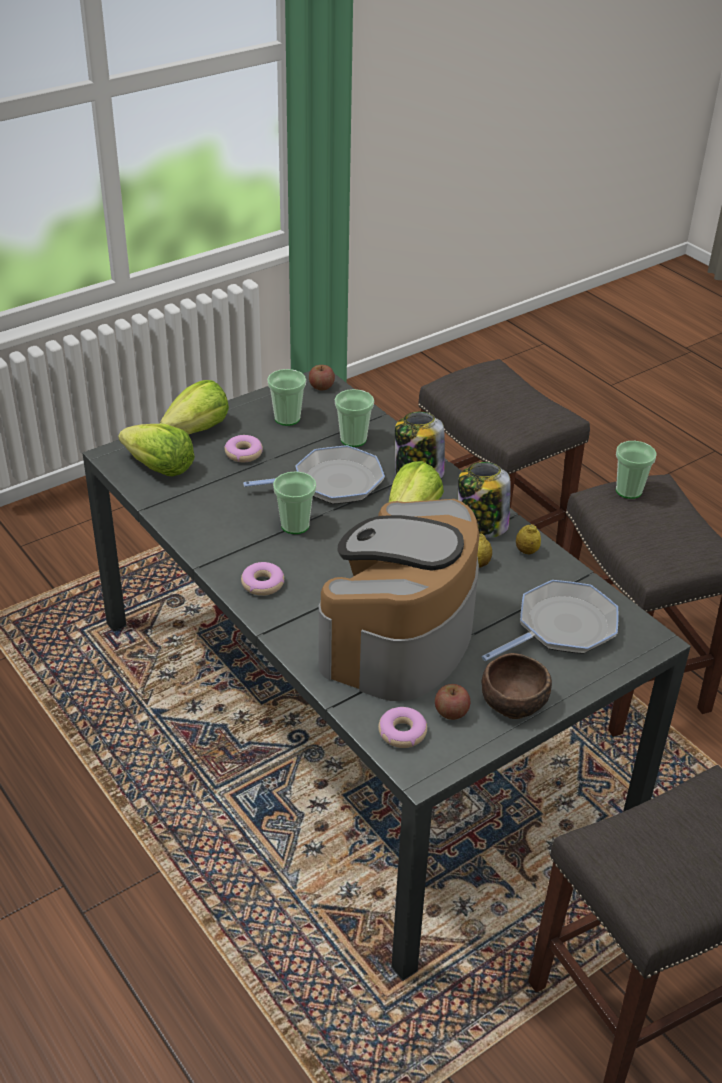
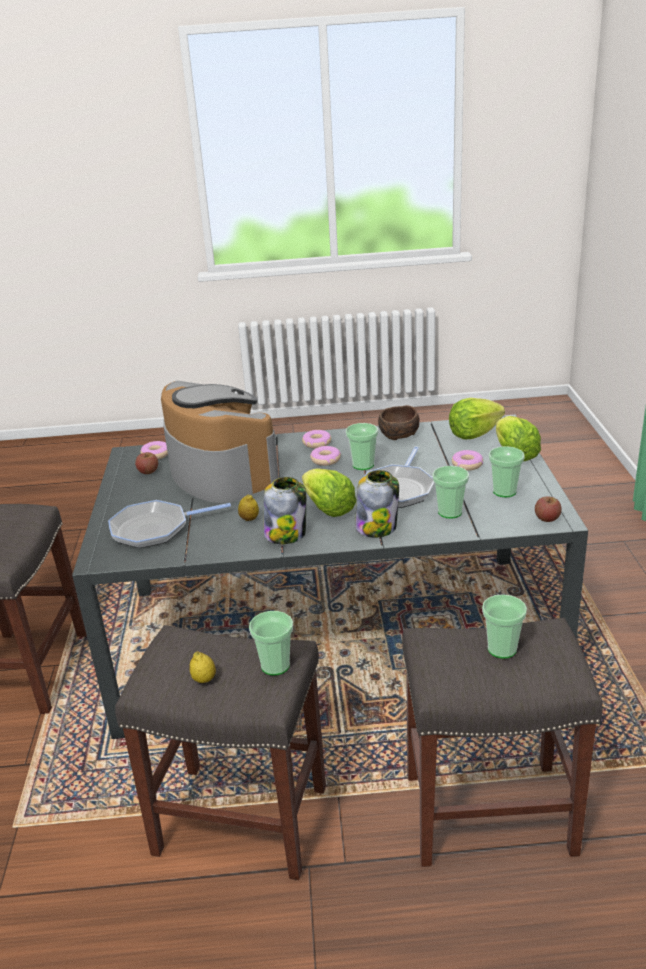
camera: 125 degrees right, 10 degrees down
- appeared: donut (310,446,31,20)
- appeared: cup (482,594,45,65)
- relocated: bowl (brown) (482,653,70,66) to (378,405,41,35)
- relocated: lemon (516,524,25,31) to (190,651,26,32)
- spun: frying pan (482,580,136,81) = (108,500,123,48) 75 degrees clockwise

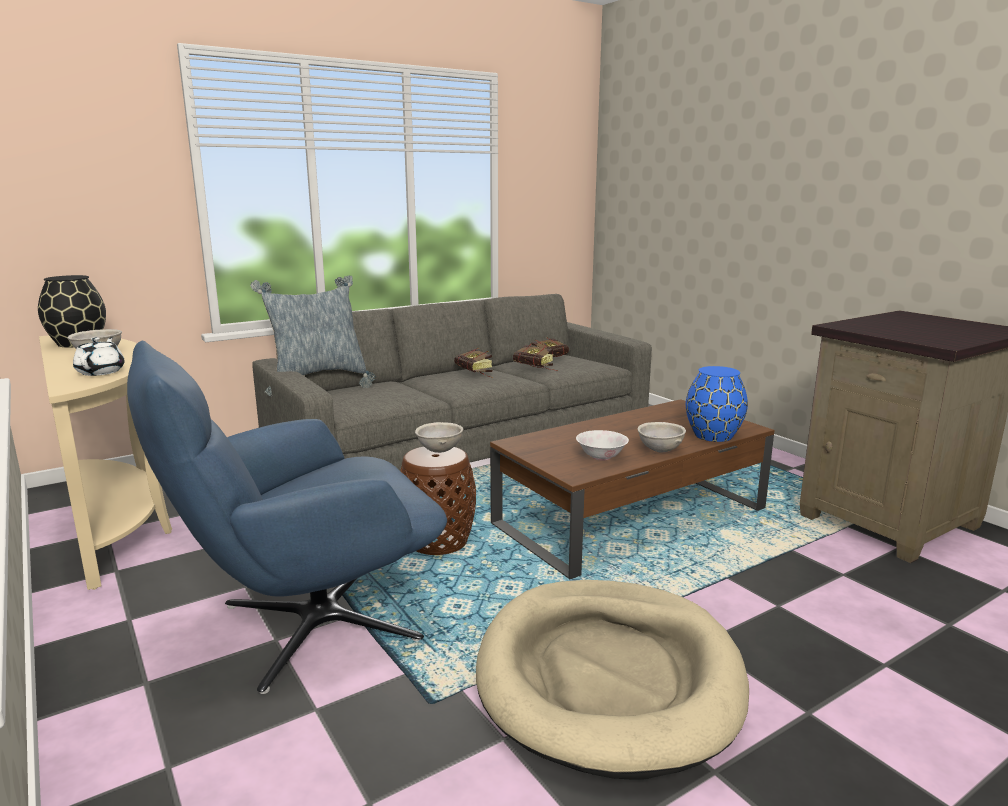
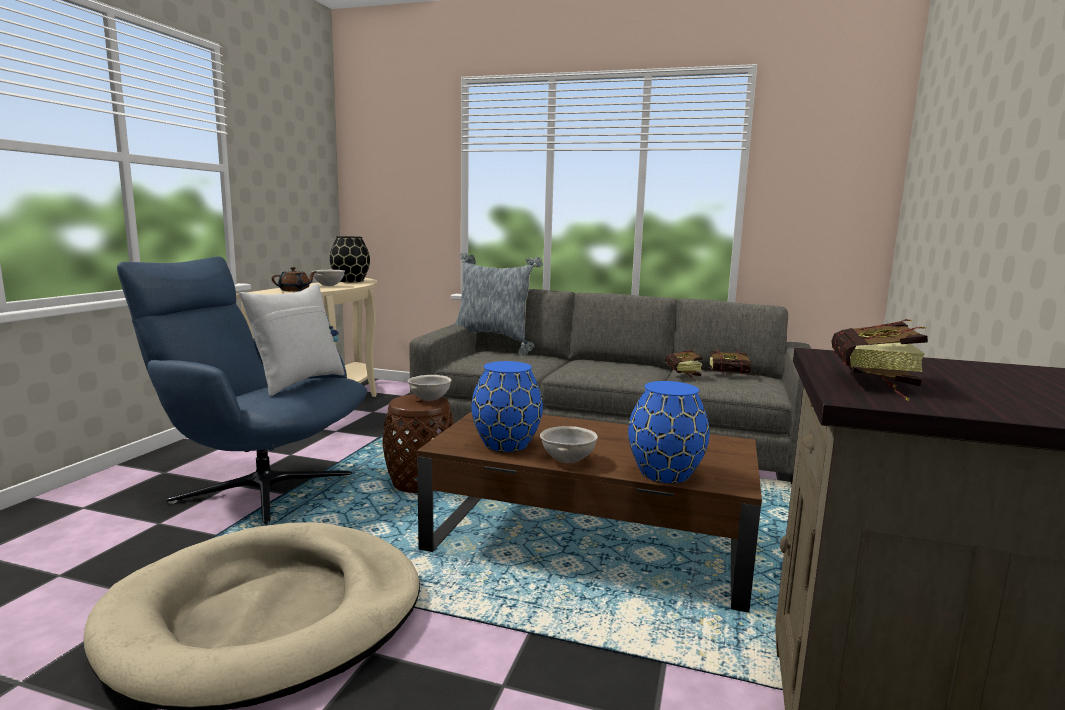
camera: 50 degrees right, 5 degrees down
- appeared: pillow (grey) (239,284,106,112)
- relocated: book (454,348,38,30) to (832,319,96,82)
- exchanged: bowl (white) (576,430,53,31) to vase (blue) (471,361,72,91)
- colour: teapot (white) (73,337,52,39) to teapot (brown) (271,267,46,24)

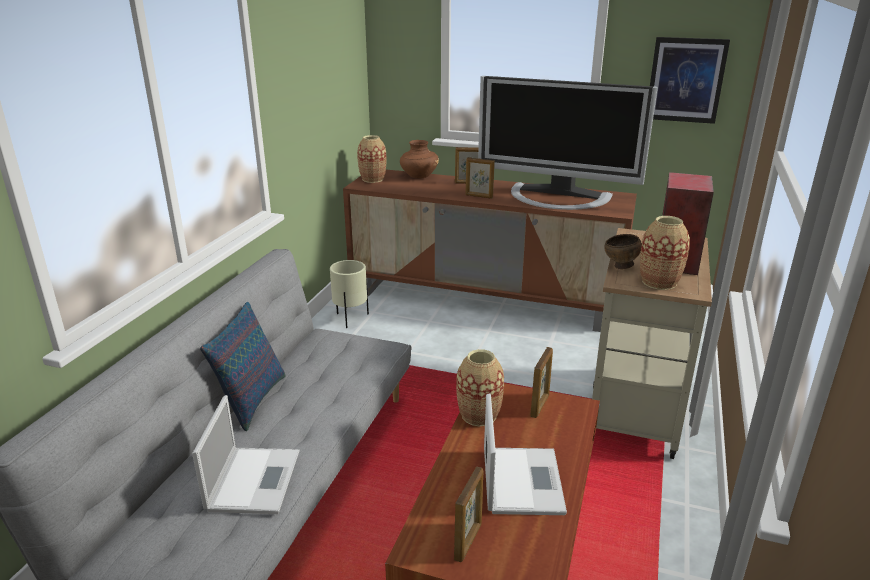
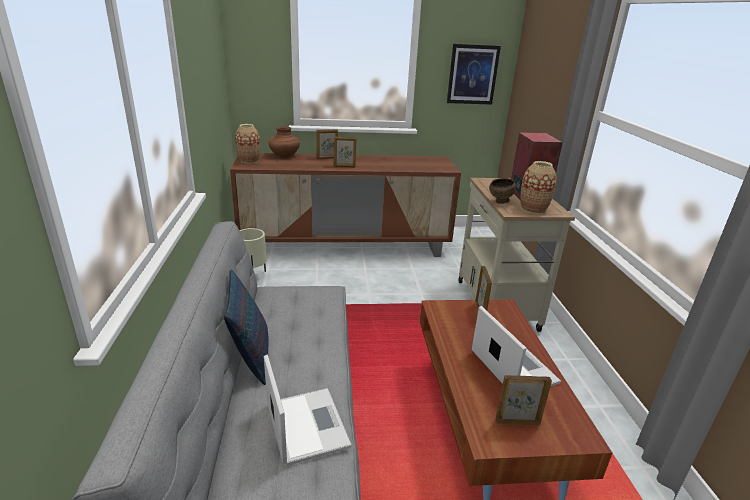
camera: 25 degrees left, 0 degrees up
- missing: vase (456,349,48,77)
- missing: television (478,76,180,134)
- spun: picture frame (454,467,29,95) = (495,375,57,51) 90 degrees counterclockwise

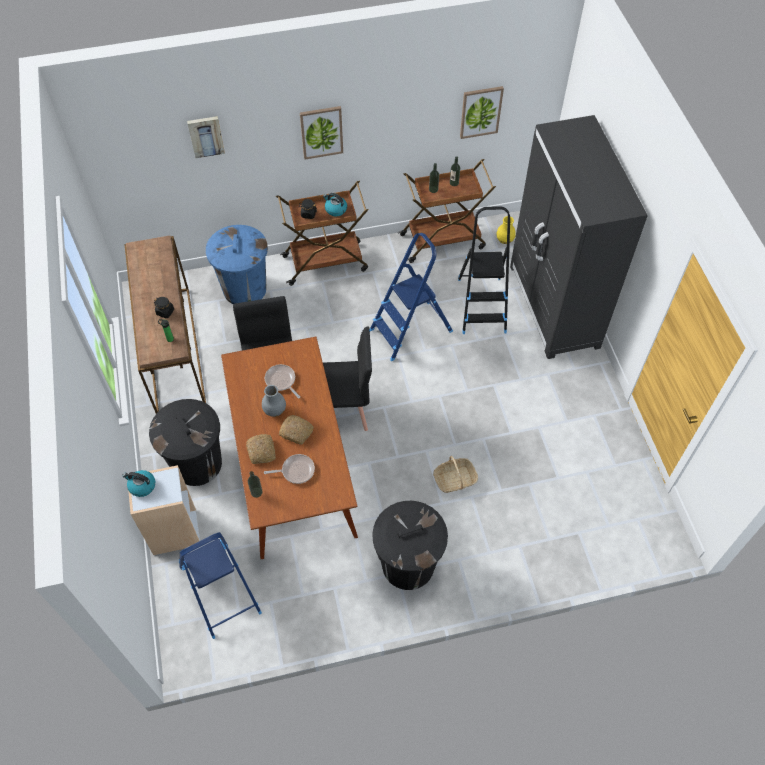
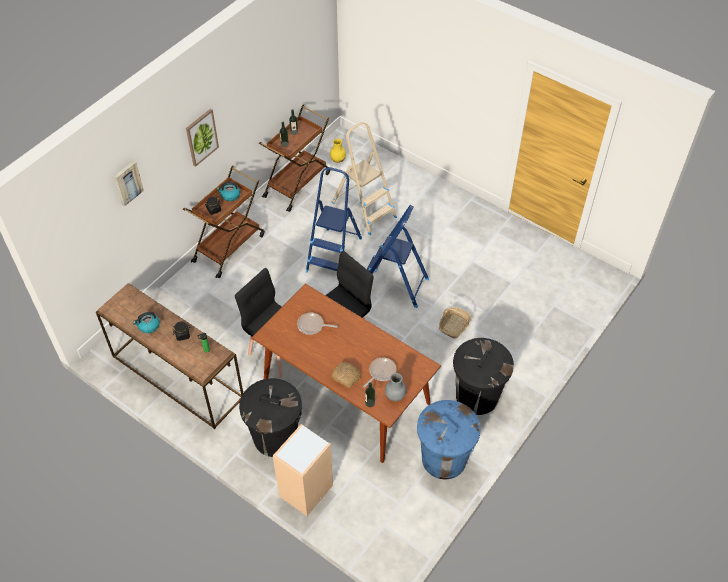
camera: 40 degrees left, 5 degrees down
- missing: bread (279,415,34,30)
- missing: picture (460,86,44,53)
- missing: cabinet (black) (510,115,138,244)
- relocated: kettle (122,470,33,27) to (133,312,27,21)
- relocated: step ladder (blue) (178,532,84,107) to (367,205,62,103)
- relocated: trash can (blue) (206,225,62,79) to (417,400,64,79)
- relocated: vase (grey) (262,385,24,32) to (385,373,21,28)
- colour: step ladder (black) (458,206,52,128) to step ladder (beige) (332,122,65,113)

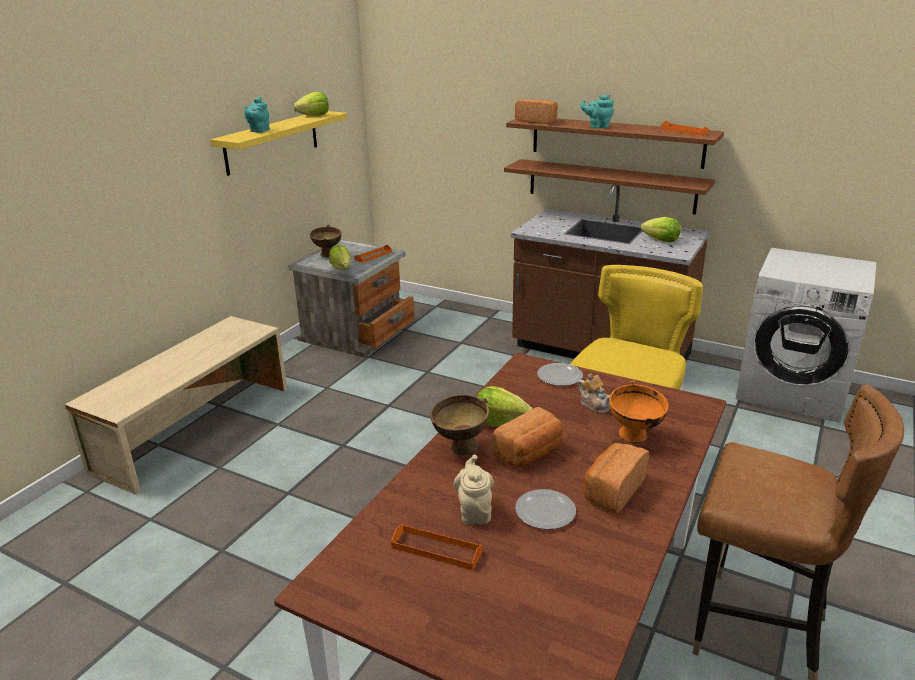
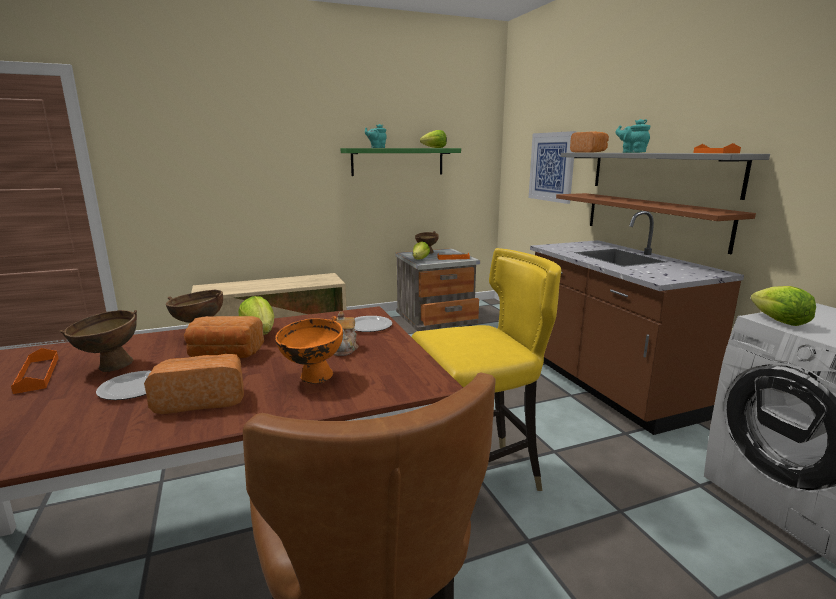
camera: 40 degrees right, 10 degrees down
- appeared: picture (529,131,48,73)
- relocated: lettuce (640,217,41,25) to (751,286,65,40)
- exchanged: teapot (beige) (453,455,41,70) to bowl (brown) (60,310,77,62)
- colour: shelf (yellow) (210,111,137,65) to shelf (green) (341,148,120,28)
- colour: shelf (brown) (506,118,218,51) to shelf (grey) (561,153,209,47)

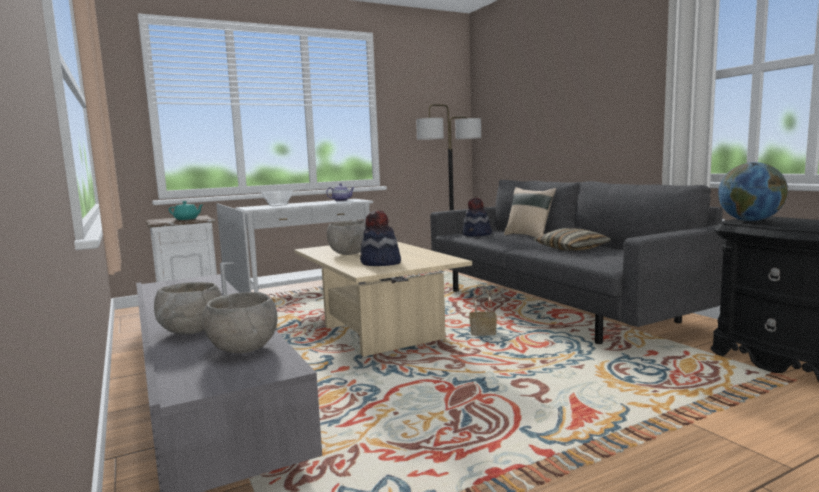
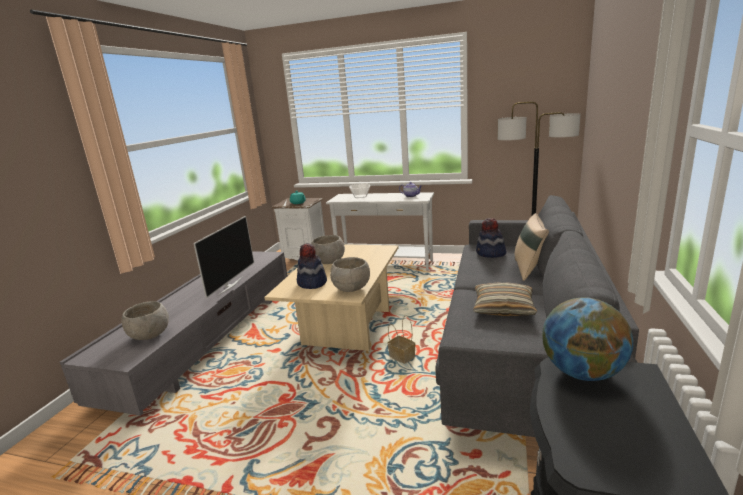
camera: 45 degrees right, 10 degrees up
- relocated: bowl (grey) (154,282,67,53) to (330,257,40,35)

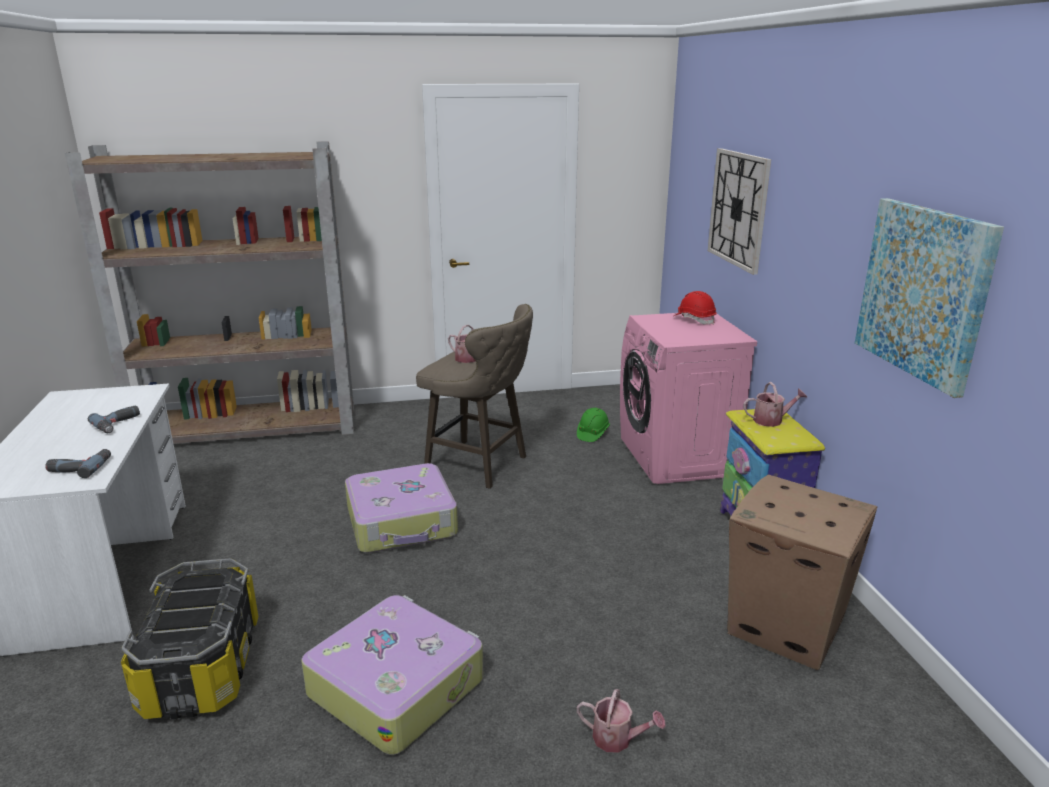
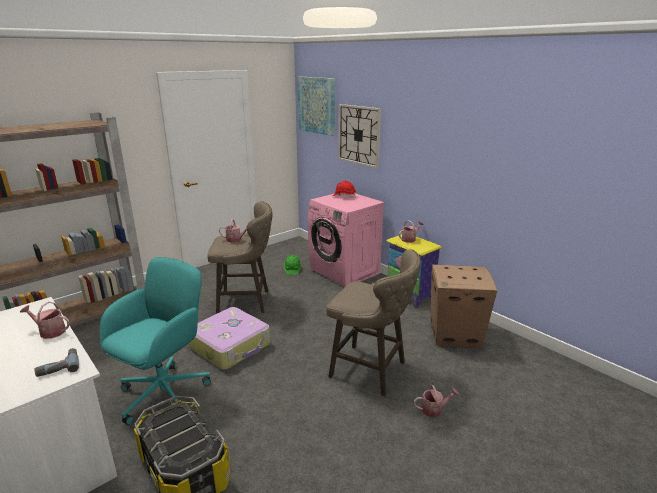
camera: 30 degrees left, 0 degrees up
- missing: suitcase (301,595,182,160)
- appeared: office chair (turquoise) (99,257,112,168)
- appeared: stool (beige) (326,250,95,146)
- relocated: picture (855,198,149,200) to (298,77,37,59)
- exchanged: power drill (88,405,52,28) to watering can (20,302,50,37)

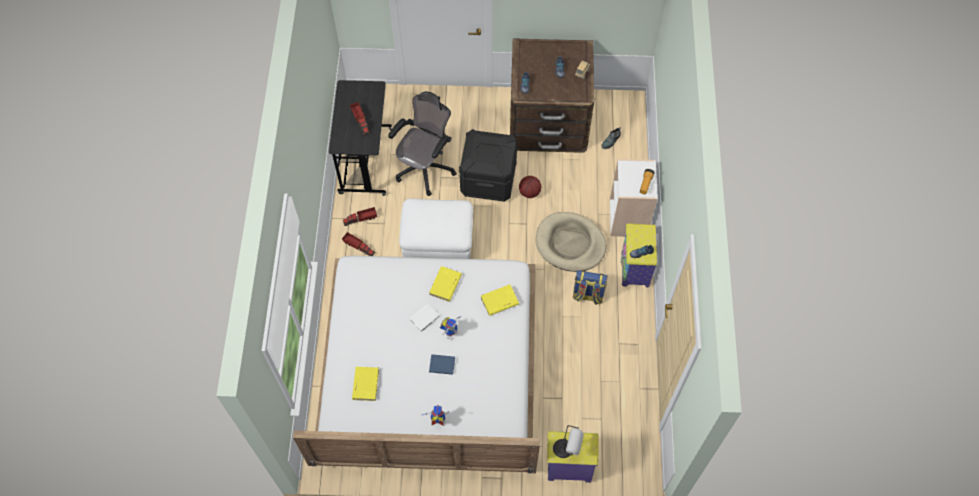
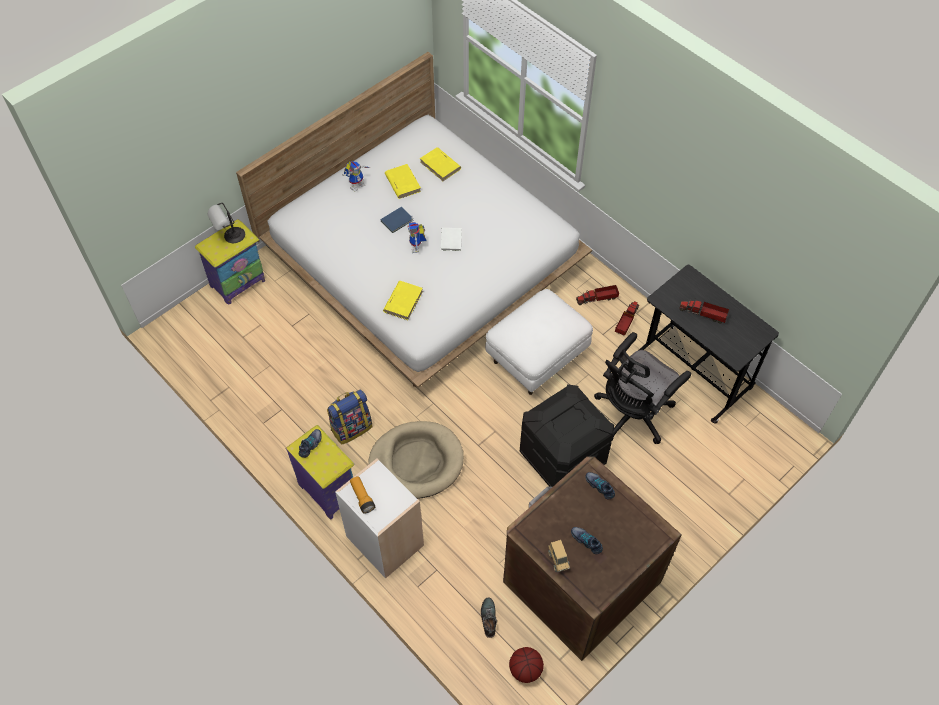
camera: 135 degrees right, 5 degrees down
- relocated: book (yellow) (429,266,33,36) to (385,164,36,35)
- relocated: basketball (519,176,22,22) to (509,647,35,36)
- spun: office chair (388,92,69,104) = (594,332,97,112) 60 degrees clockwise

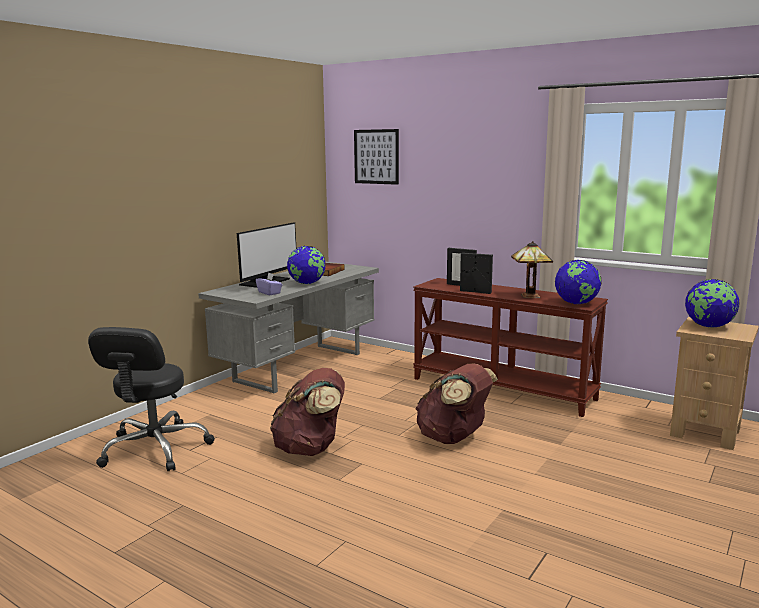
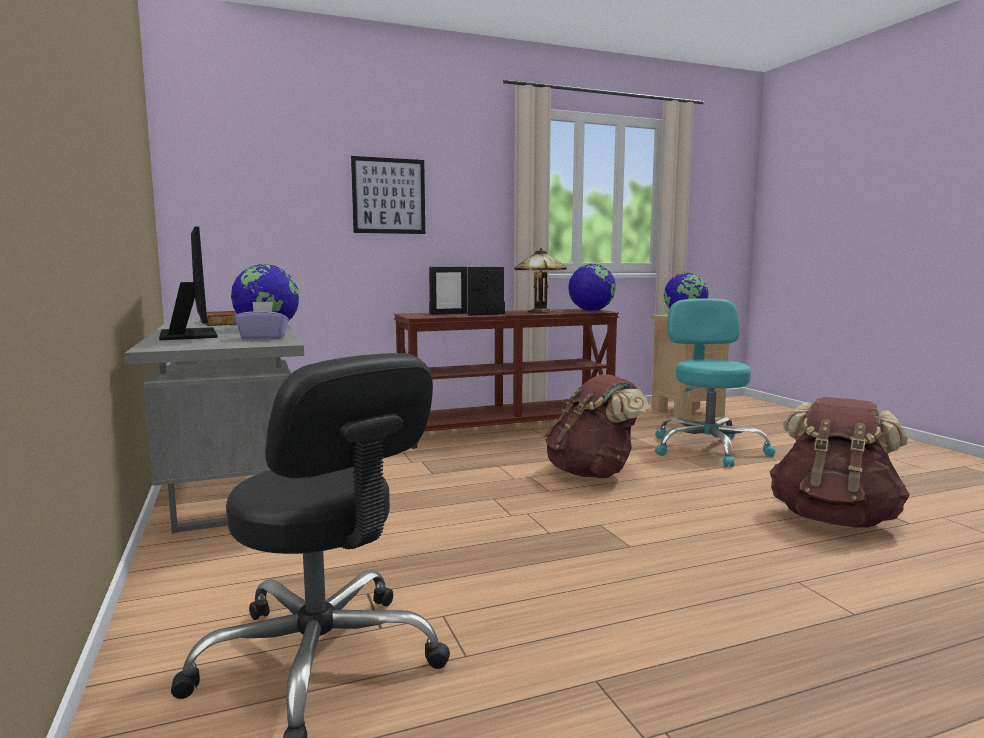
camera: 55 degrees left, 5 degrees down
- appeared: office chair (turquoise) (655,298,121,169)
- relocated: backpack (brown) (270,368,75,88) to (770,397,140,131)
- relocated: picture (354,129,45,56) to (351,156,74,78)

